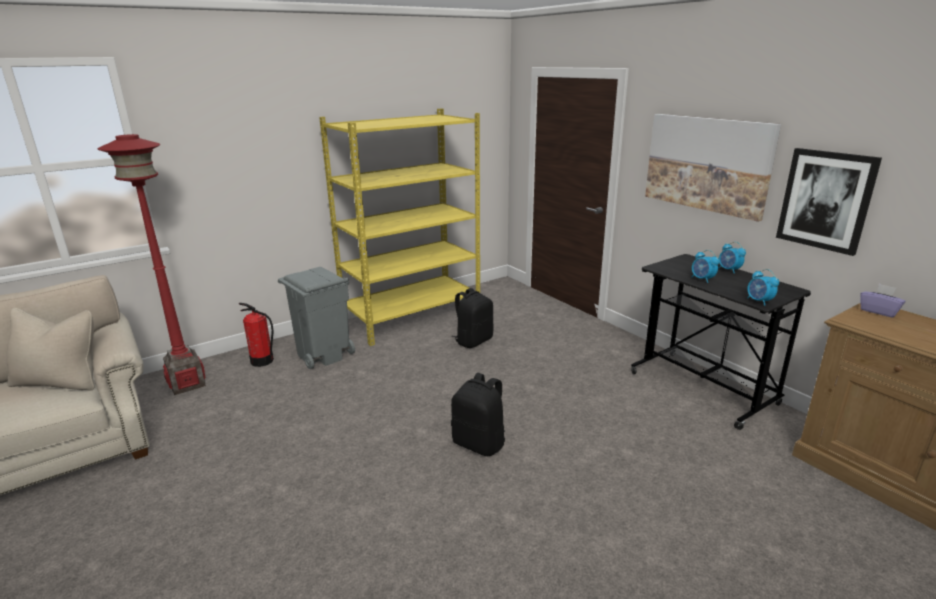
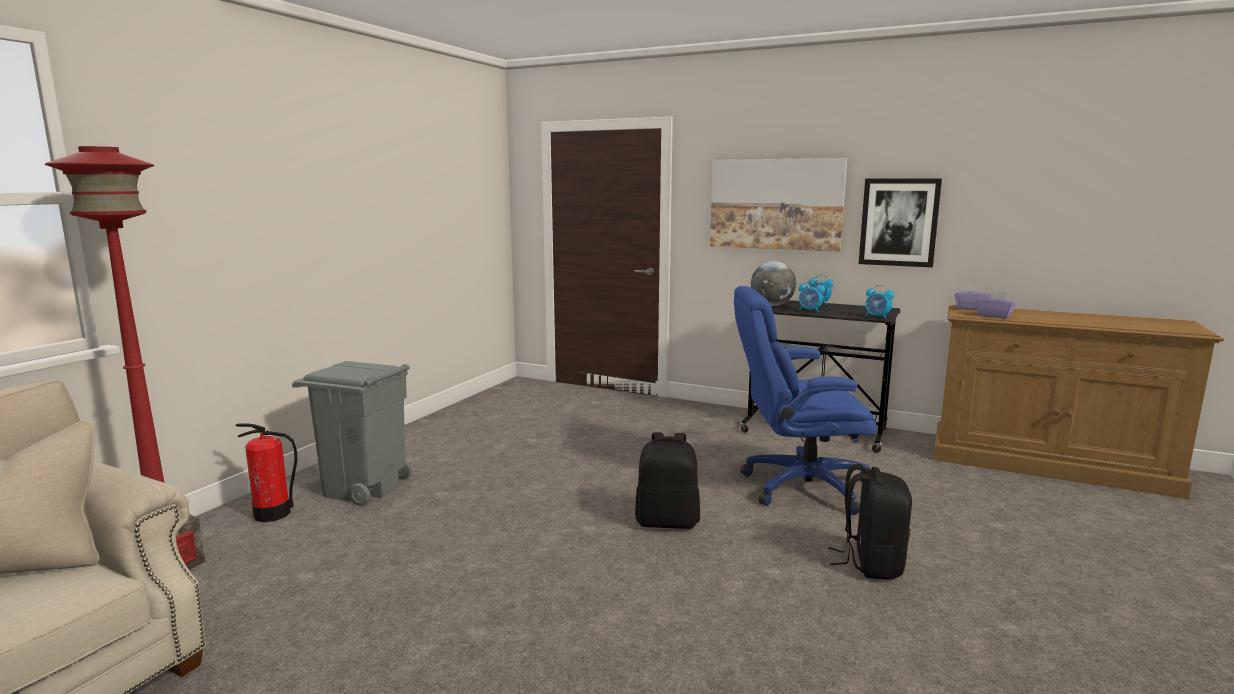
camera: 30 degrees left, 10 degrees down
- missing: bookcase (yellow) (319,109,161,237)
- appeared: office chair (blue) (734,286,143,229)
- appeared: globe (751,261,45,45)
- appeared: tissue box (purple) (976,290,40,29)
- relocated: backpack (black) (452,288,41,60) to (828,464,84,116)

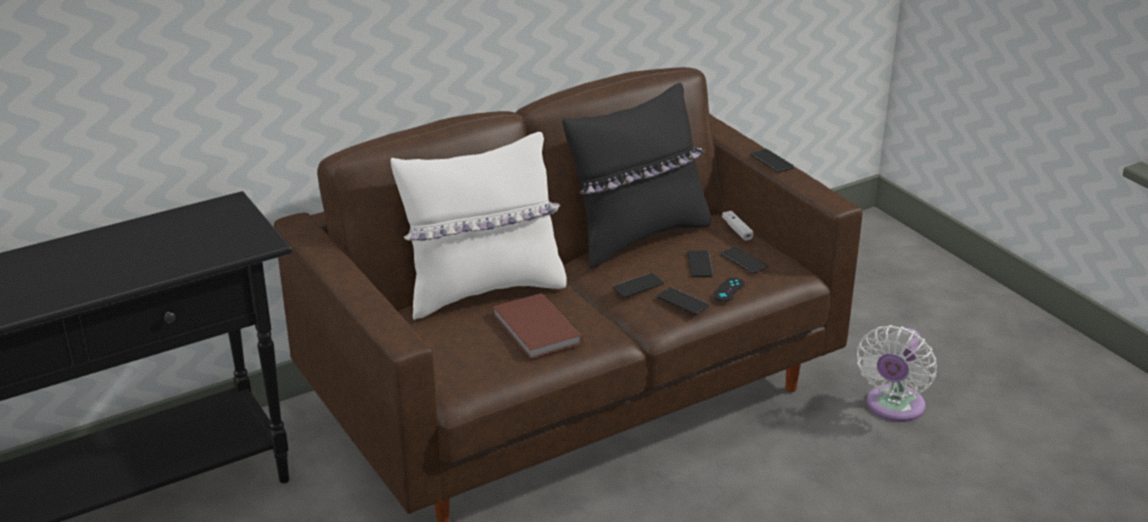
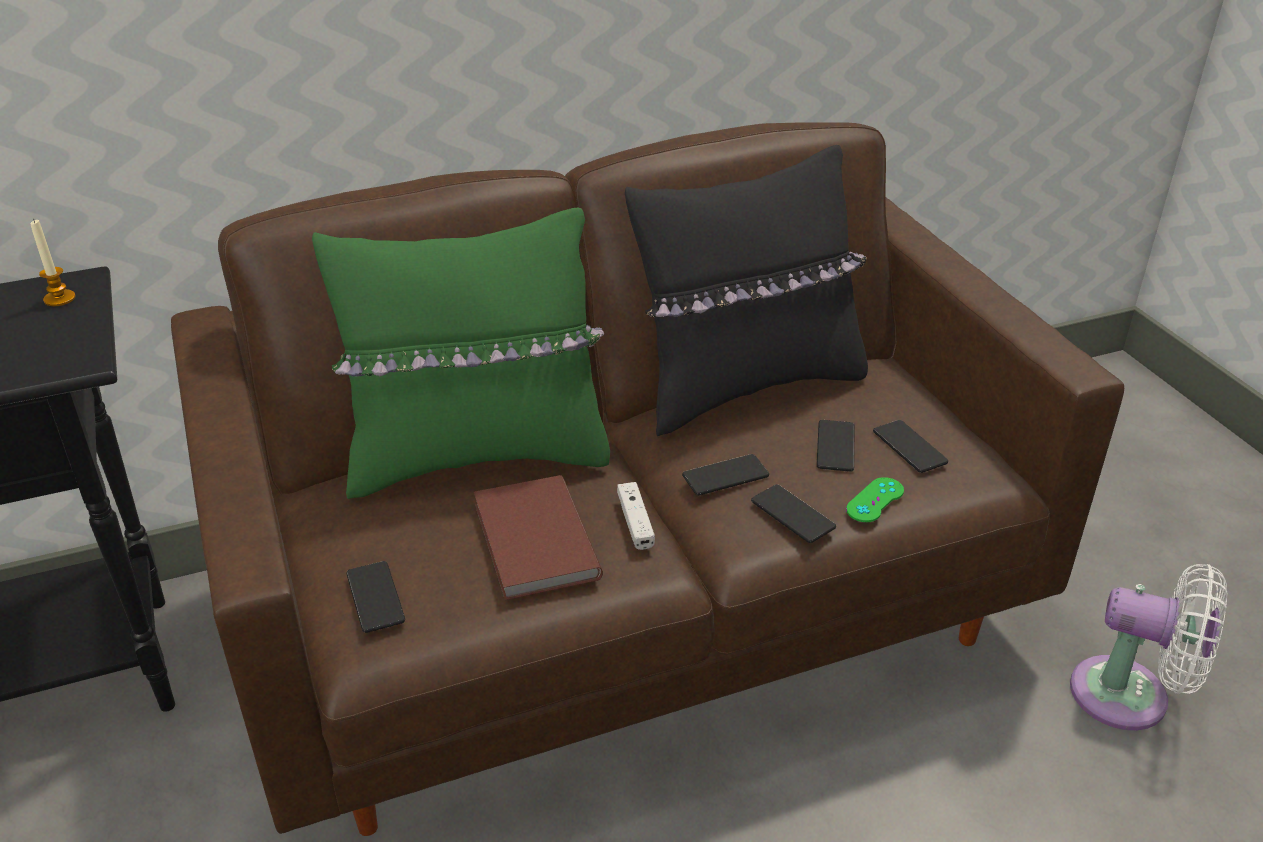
camera: 10 degrees right, 5 degrees up
- appeared: candle (30,219,46,87)
- relocated: game controller (white) (722,211,31,30) to (617,482,38,68)
- relocated: phone (750,149,44,24) to (346,561,59,72)
- colour: pillow (white) (390,132,177,188) to pillow (green) (312,208,298,291)
- colour: game controller (black) (713,278,32,24) to game controller (green) (846,477,58,45)
- spun: fan (white) (857,325,80,97) = (1070,564,158,166) 105 degrees counterclockwise

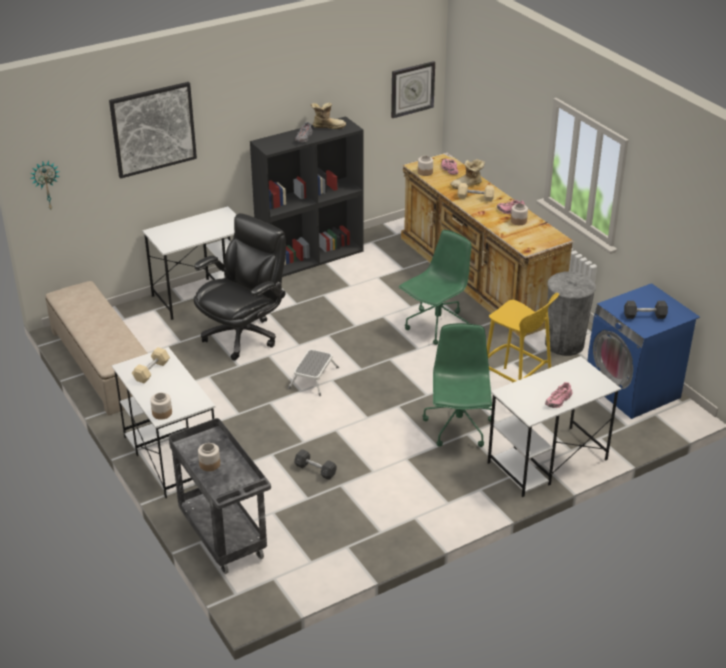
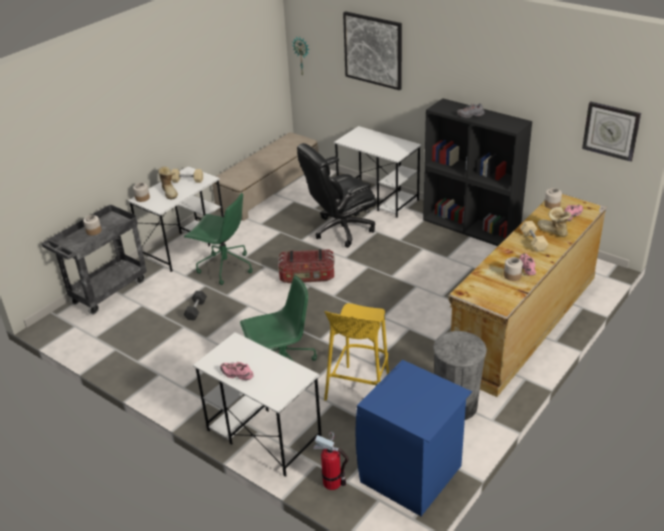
camera: 70 degrees right, 0 degrees up
- missing: dumbbell (grey) (624,301,44,18)
- appeared: fire extinguisher (313,432,35,58)
- relocated: boot (311,103,35,26) to (158,166,20,34)
- relocated: office chair (green) (399,230,73,115) to (184,193,68,92)
- exchanged: step ladder (grey) (288,349,51,47) to storage box (278,249,57,34)
- spun: office chair (black) (194,213,92,148) = (297,143,80,105) 135 degrees clockwise

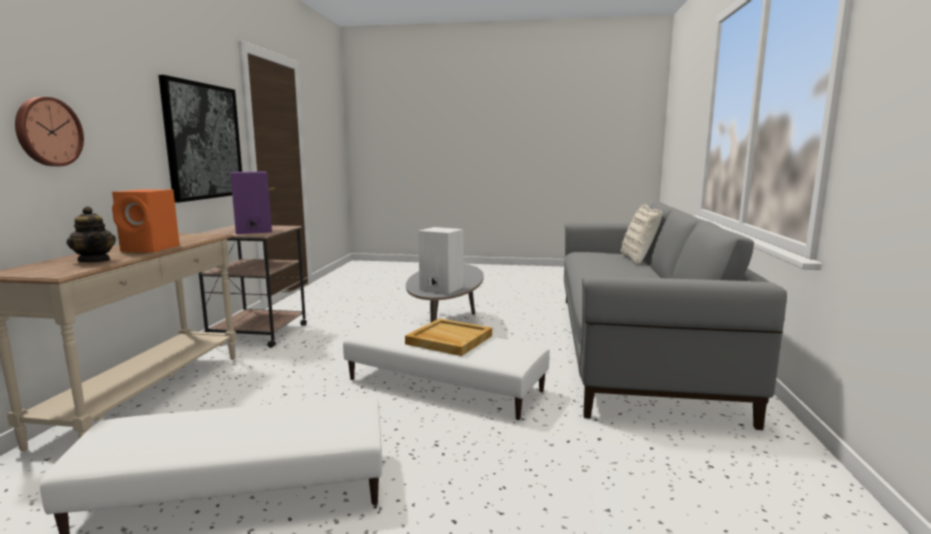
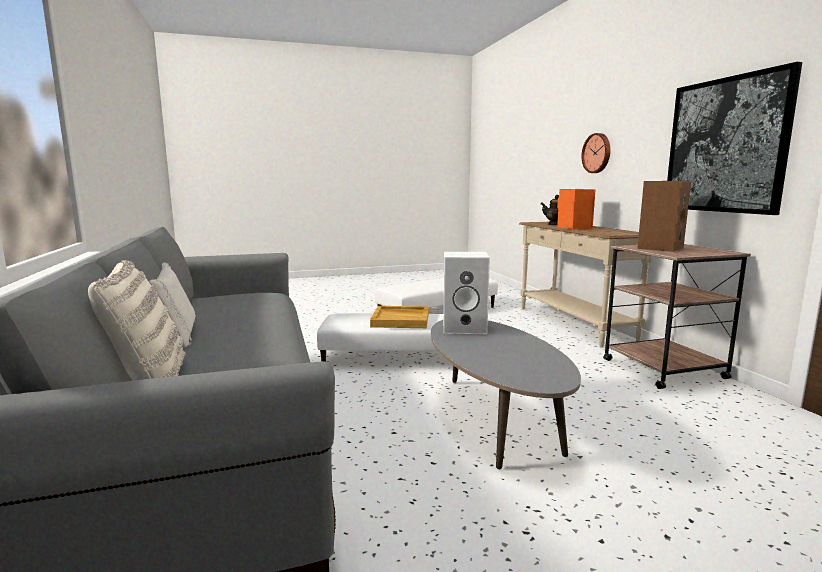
camera: 155 degrees right, 0 degrees up
- appeared: pillow (white) (149,263,47,84)
- colour: speaker (purple) (230,172,42,62) to speaker (brown) (637,181,54,71)

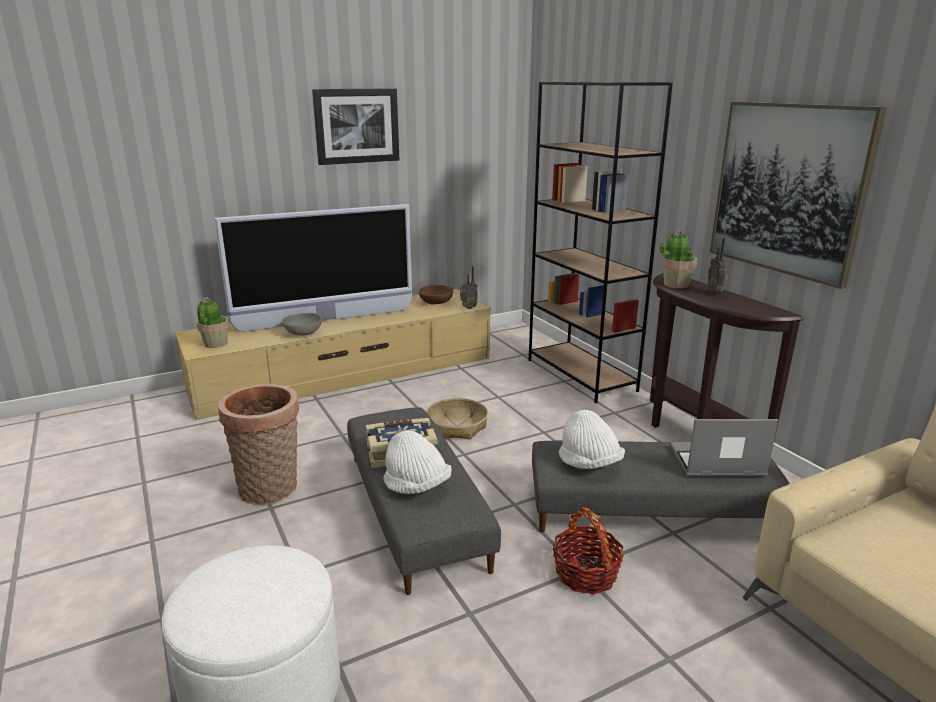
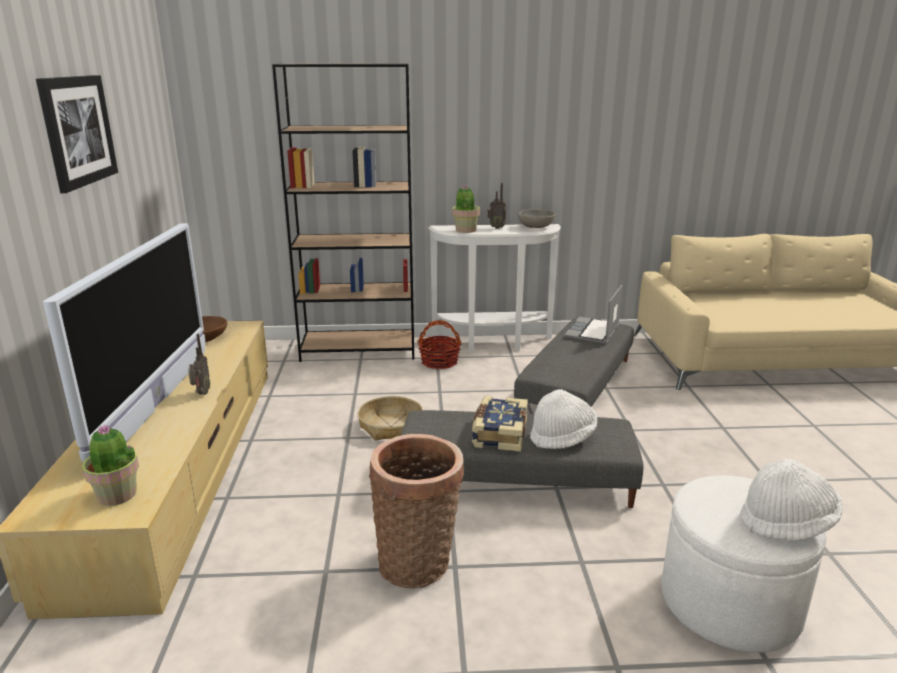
camera: 65 degrees left, 0 degrees up
- missing: picture (710,102,177,187)
- relocated: bowl (grey) (282,313,41,23) to (518,209,38,19)
- relocated: radio (460,266,18,43) to (188,334,22,61)
- relocated: basket (553,507,71,87) to (417,320,44,49)
- relocated: hat (white) (559,410,66,59) to (740,459,103,82)
- colour: console table (brown) (650,273,154,176) to console table (white) (428,224,133,128)

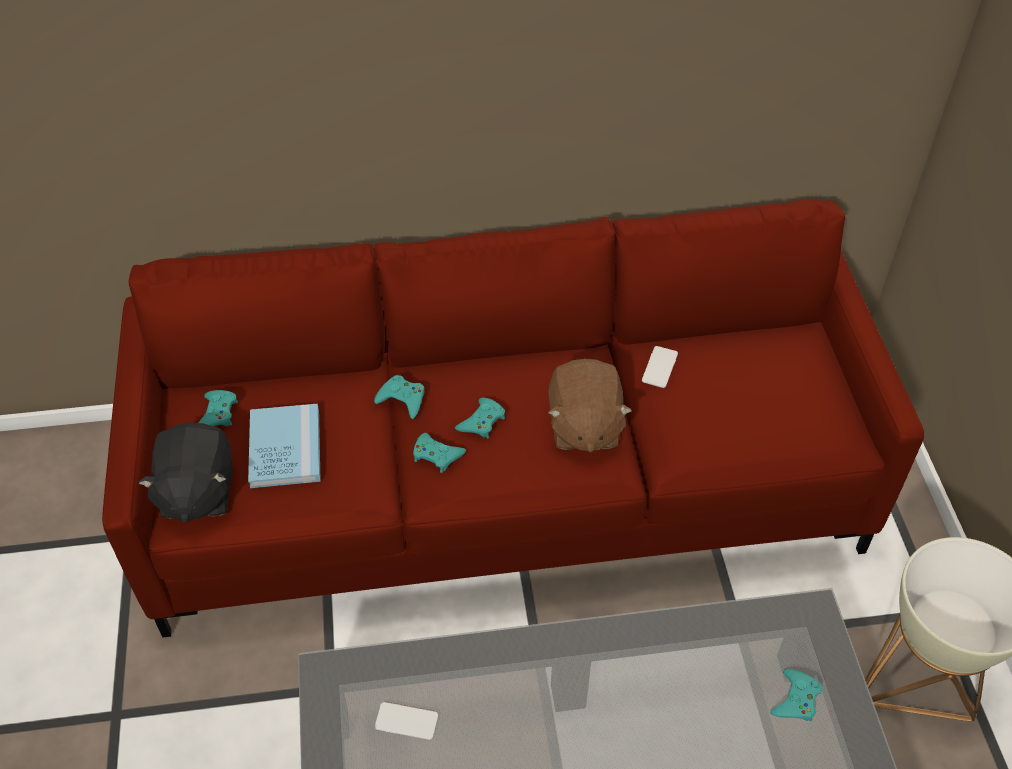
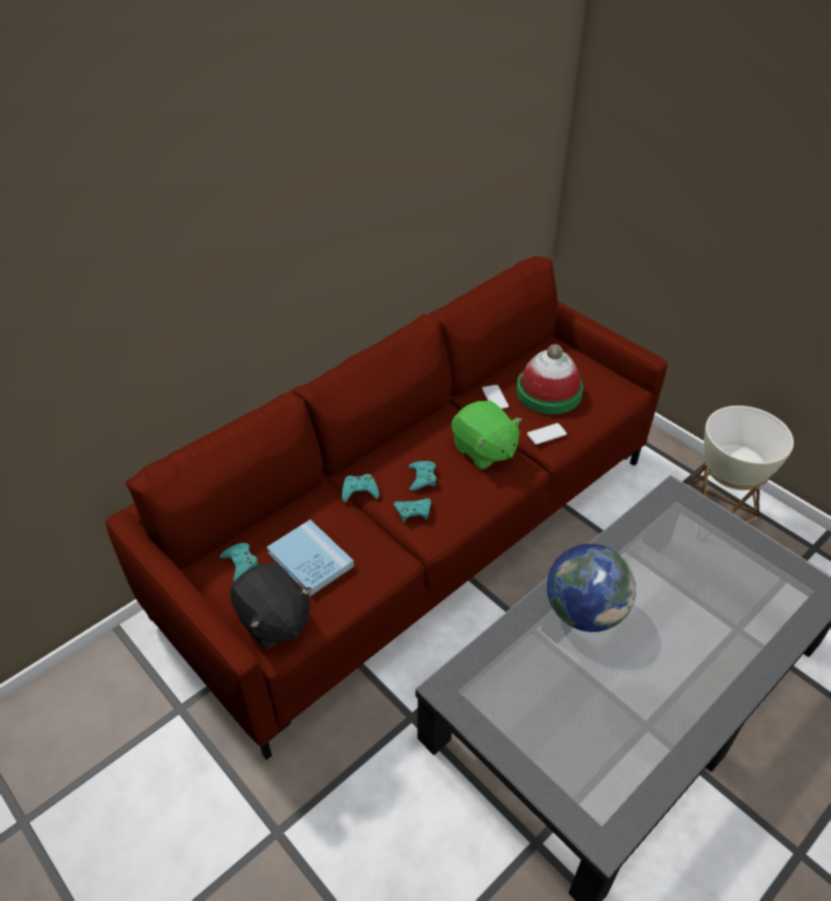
camera: 35 degrees left, 5 degrees down
- missing: game controller (turquoise) (770,669,53,52)
- appeared: hat (516,344,67,70)
- appeared: globe (547,544,89,88)
- relocated: phone (375,702,63,38) to (527,423,40,22)
- colour: plush toy (brown) (548,359,84,94) to plush toy (green) (451,400,71,70)

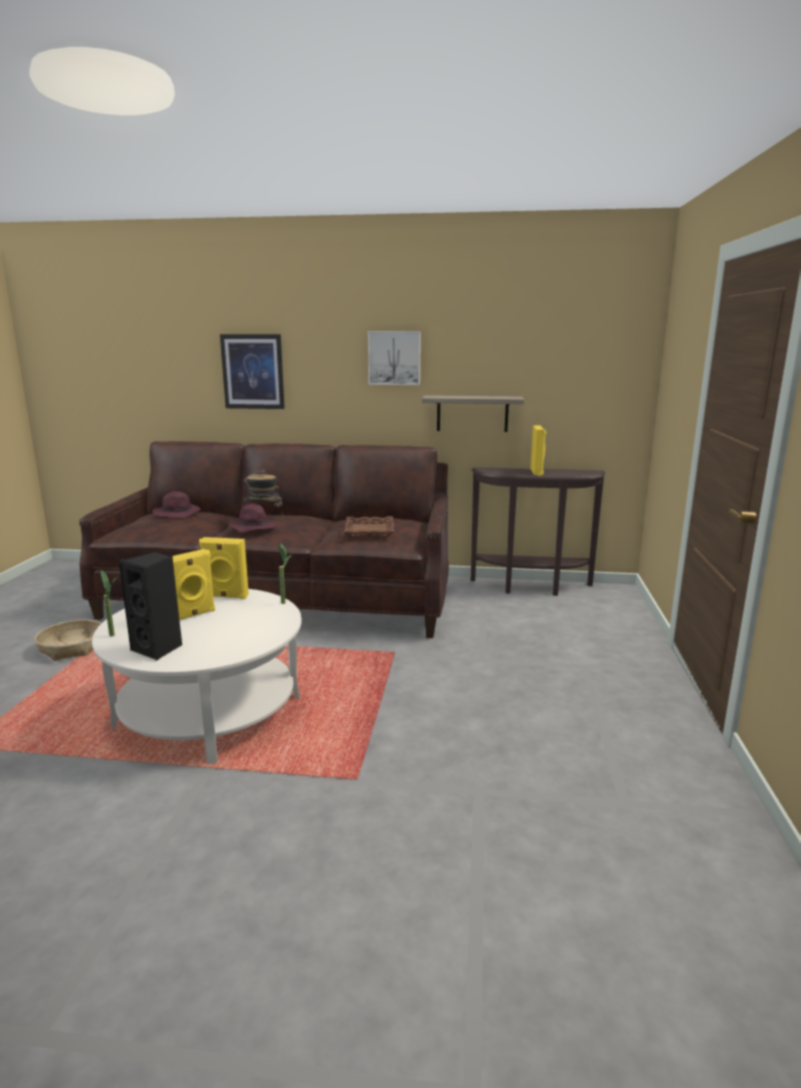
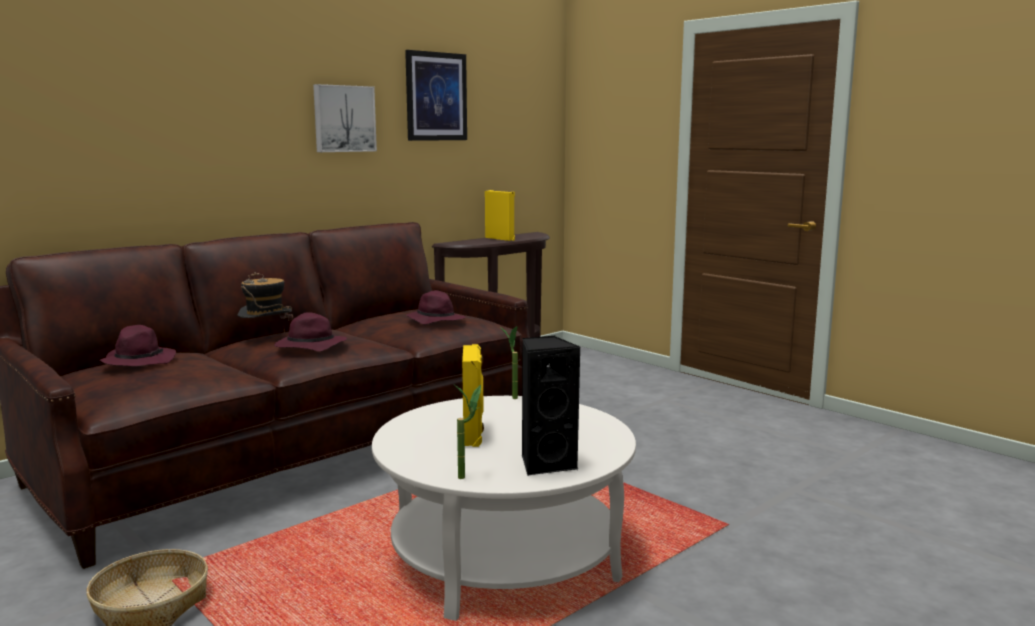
camera: 50 degrees left, 5 degrees down
- missing: speaker (yellow) (199,537,50,62)
- missing: shelf (422,395,102,37)
- relocated: picture (220,334,65,75) to (405,50,62,91)
- exchanged: tray (brown) (344,516,50,21) to hat (purple) (406,290,60,35)

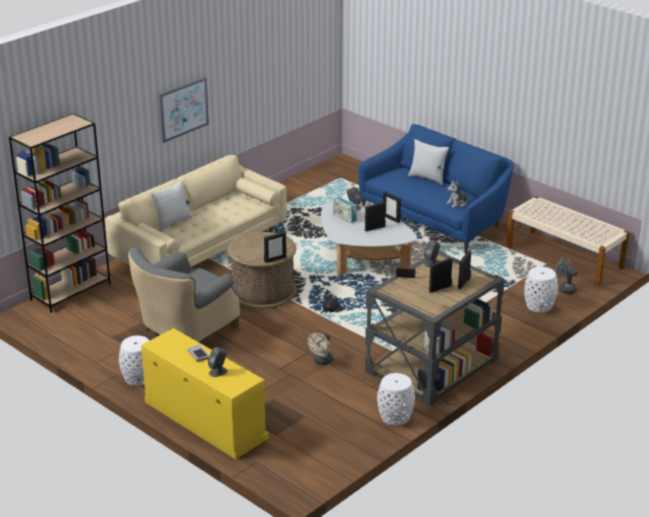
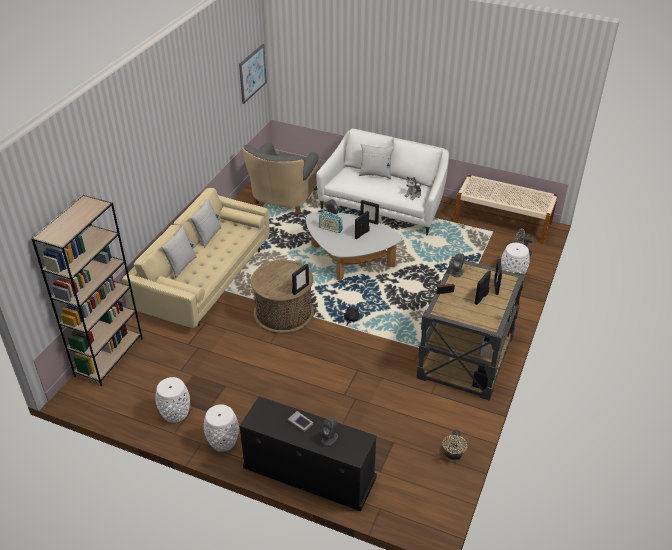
camera: 20 degrees left, 10 degrees up
- appeared: pillow (grey) (191,198,30,50)
- relocated: armchair (grey) (128,248,113,94) to (243,143,76,71)
- relocated: picture (159,77,50,66) to (239,44,28,60)
- relocated: fan (beige) (308,333,25,32) to (442,430,26,30)
- relocated: stool (white) (377,373,38,53) to (155,377,35,46)
- colour: tv stand (yellow) (141,328,128,131) to tv stand (black) (239,396,138,115)
- colour: sofa (blue) (358,124,156,130) to sofa (white) (316,128,133,108)

